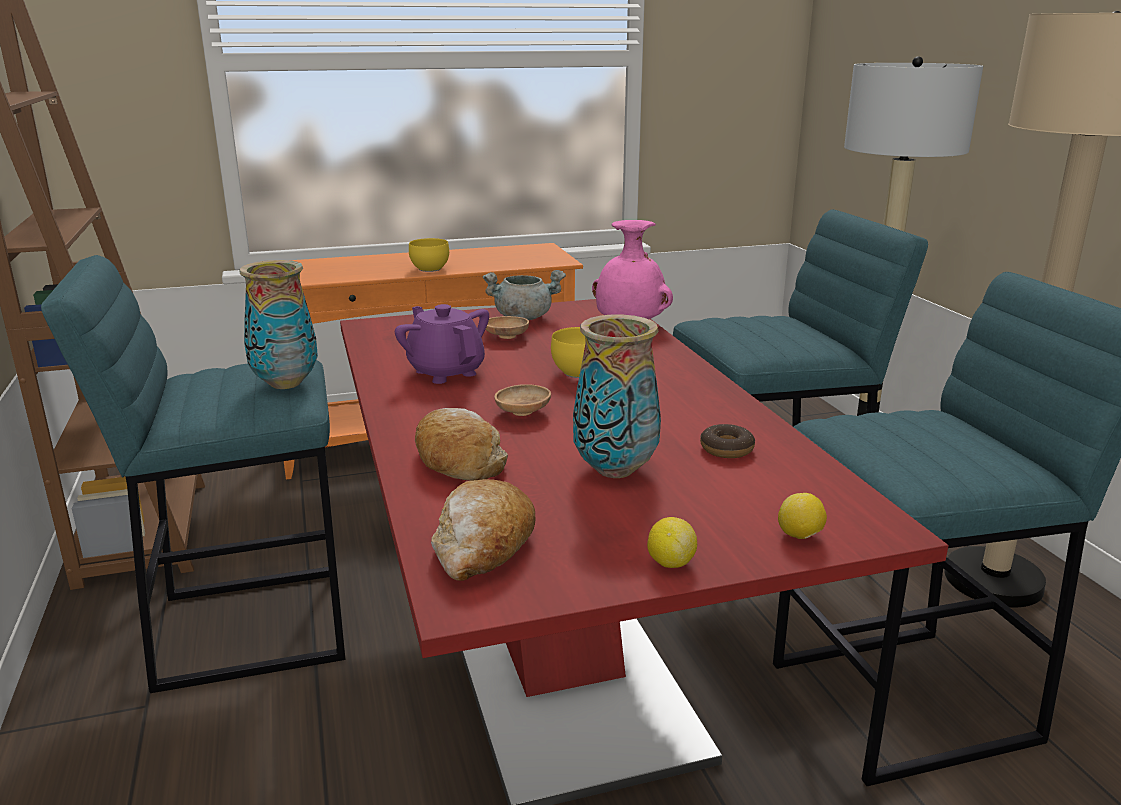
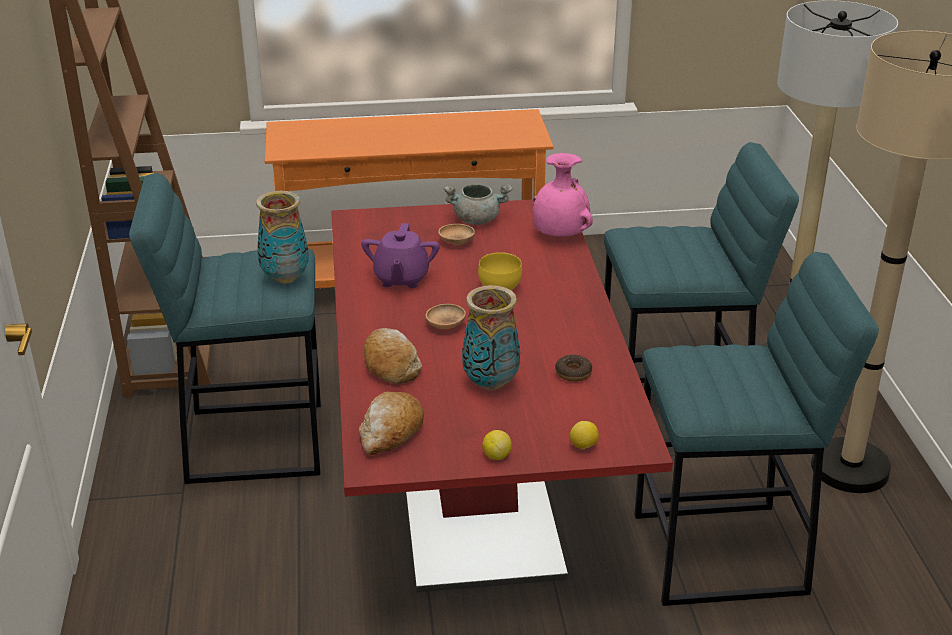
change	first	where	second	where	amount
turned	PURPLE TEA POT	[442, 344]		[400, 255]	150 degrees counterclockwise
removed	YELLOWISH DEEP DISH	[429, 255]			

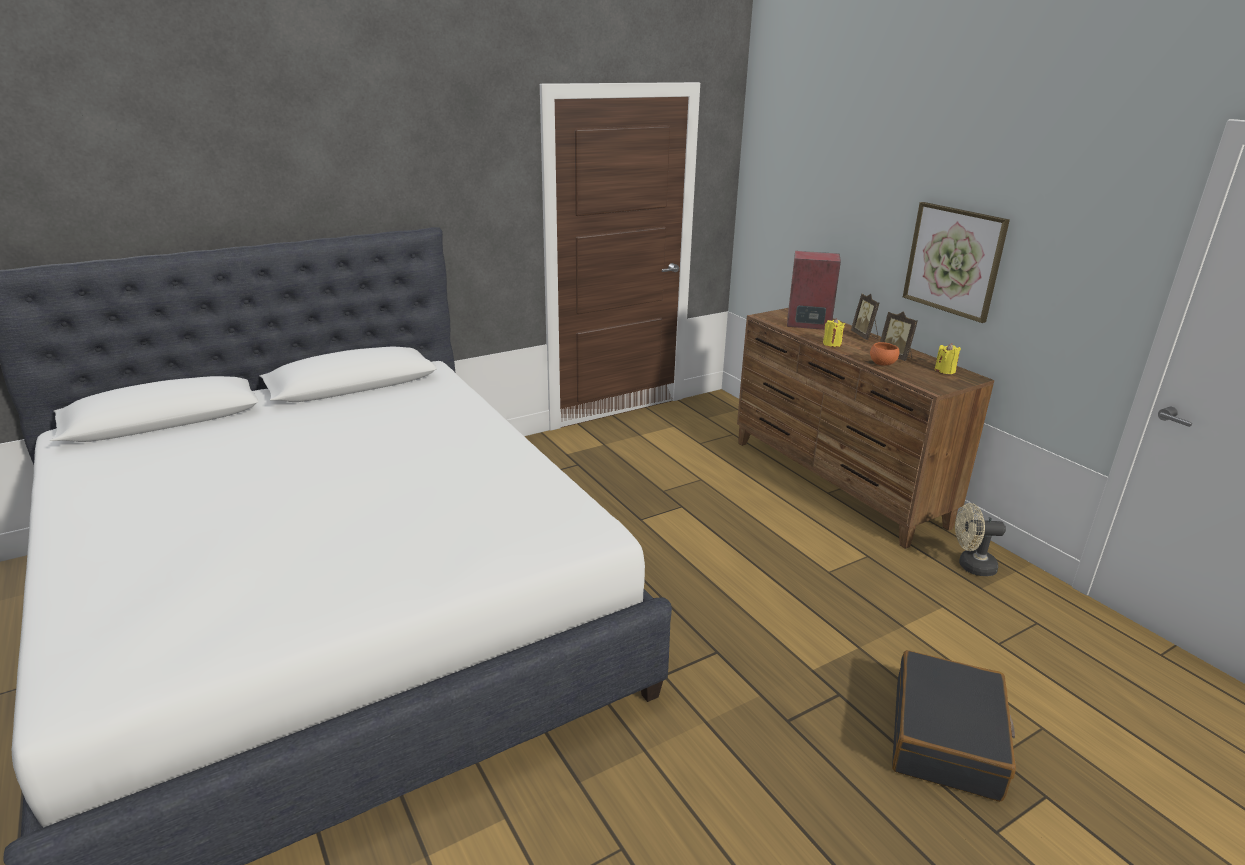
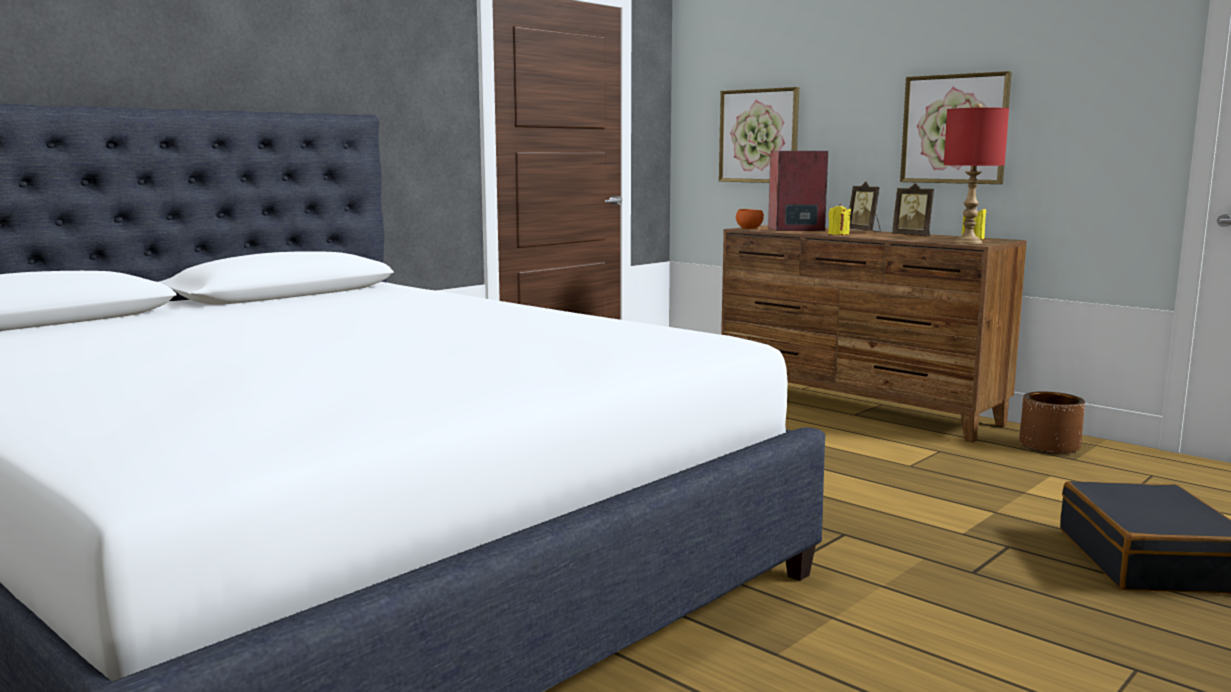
change	first	where	second	where	amount
moved	ORANGEY DEEP DISH	[885, 353]		[750, 219]	
replaced	BEIGE-COLOURED COOLING FAN	[980, 539]	BROWN PLANTER	[1052, 422]	
added			WALL PICTURE	[759, 135]	
added			RED LAMP FOR A TABLE	[976, 173]	

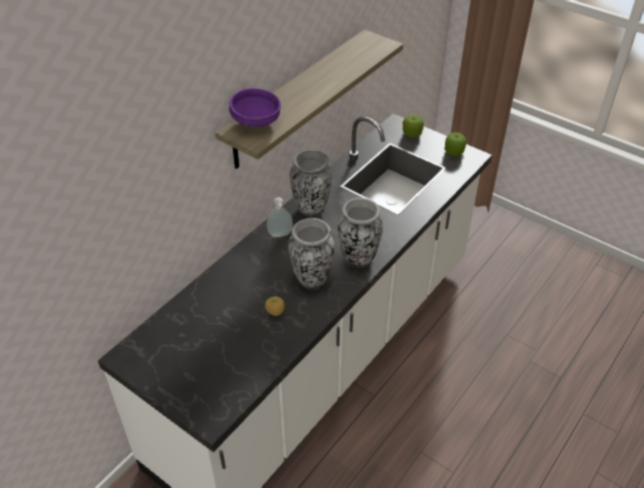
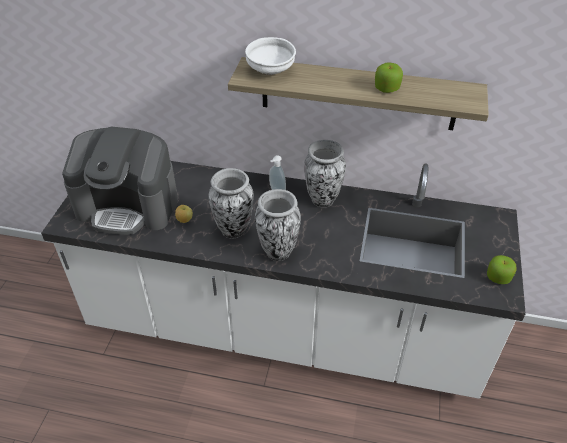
change	first	where	second	where	amount
recoloured	PURPLE DEEP DISH	[255, 108]	WHITE DEEP DISH	[270, 56]	
moved	APPLE	[413, 126]		[389, 77]	
added			COFFEE MACHINE	[120, 181]	

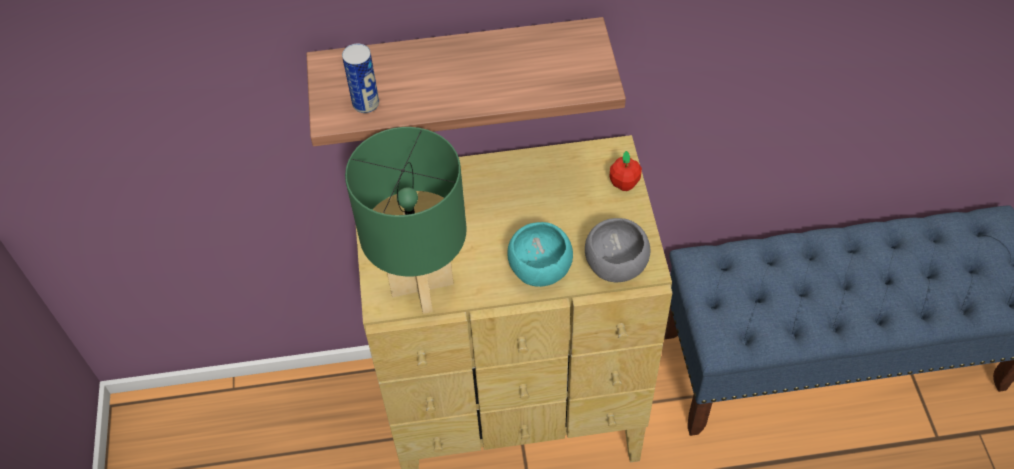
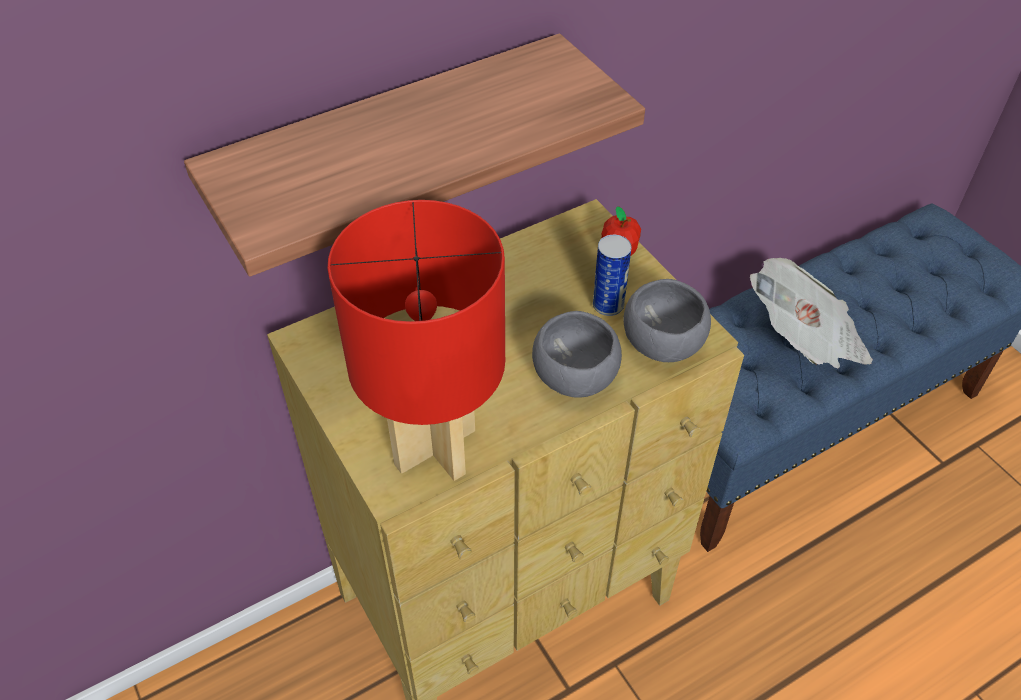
change	first	where	second	where	amount
moved	CAN	[360, 78]		[612, 275]	
recoloured	GREEN-COLOURED LAMP FOR A TABLE	[406, 220]	RED LAMP FOR A TABLE	[416, 340]	
recoloured	BLUE-GREEN DEEP DISH	[540, 254]	GREY DEEP DISH	[577, 354]	
added			NEWSPAPER	[811, 313]	

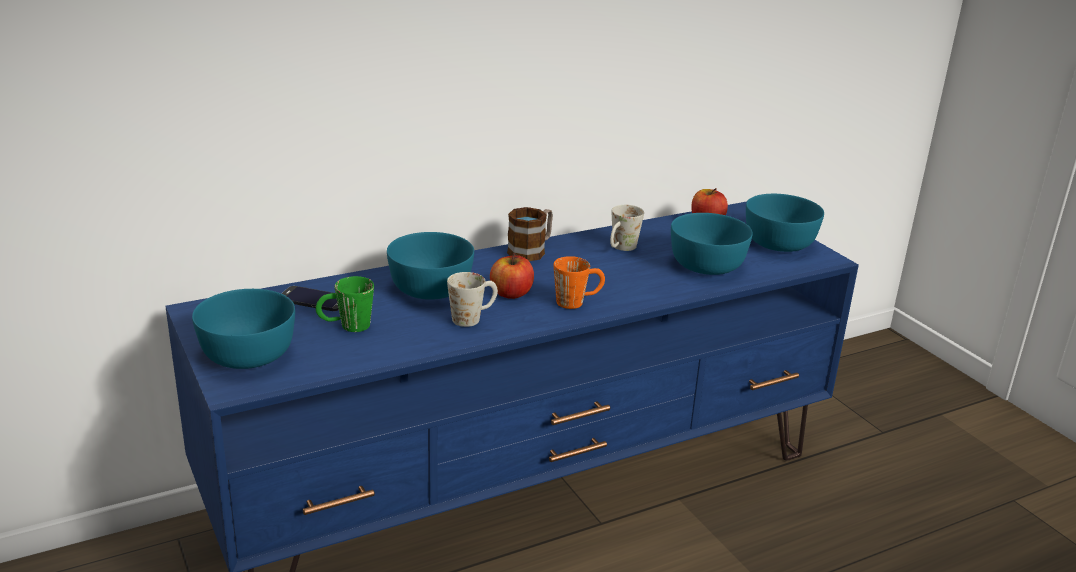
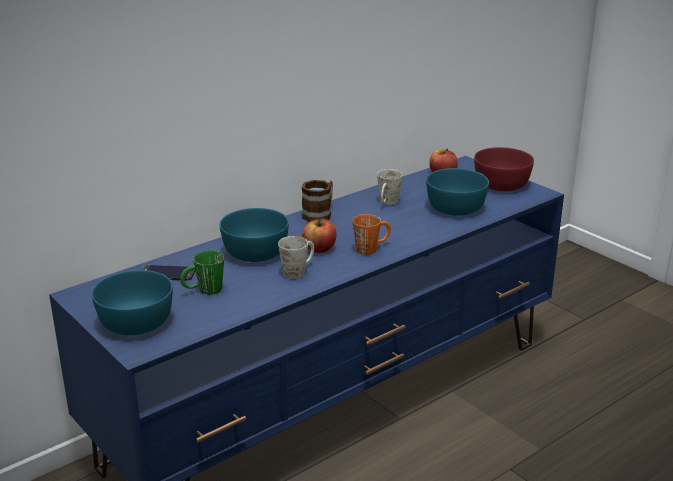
change	first	where	second	where	amount
recoloured	BLUE-GREEN DEEP DISH	[785, 223]	RED DEEP DISH	[504, 169]	

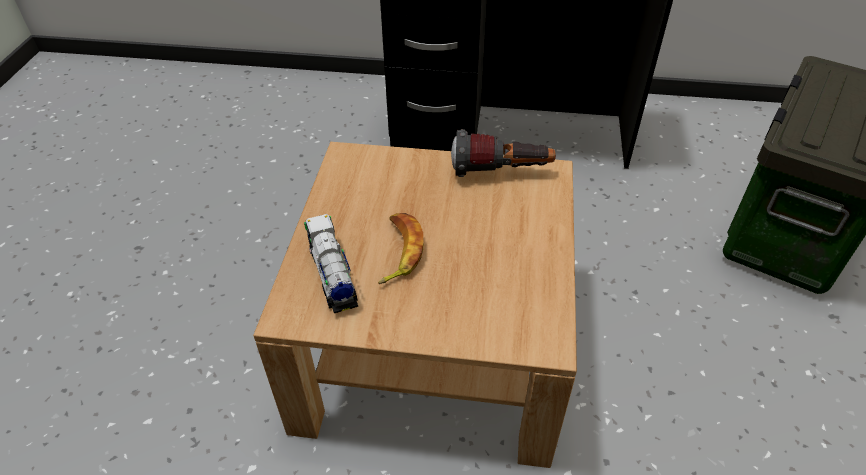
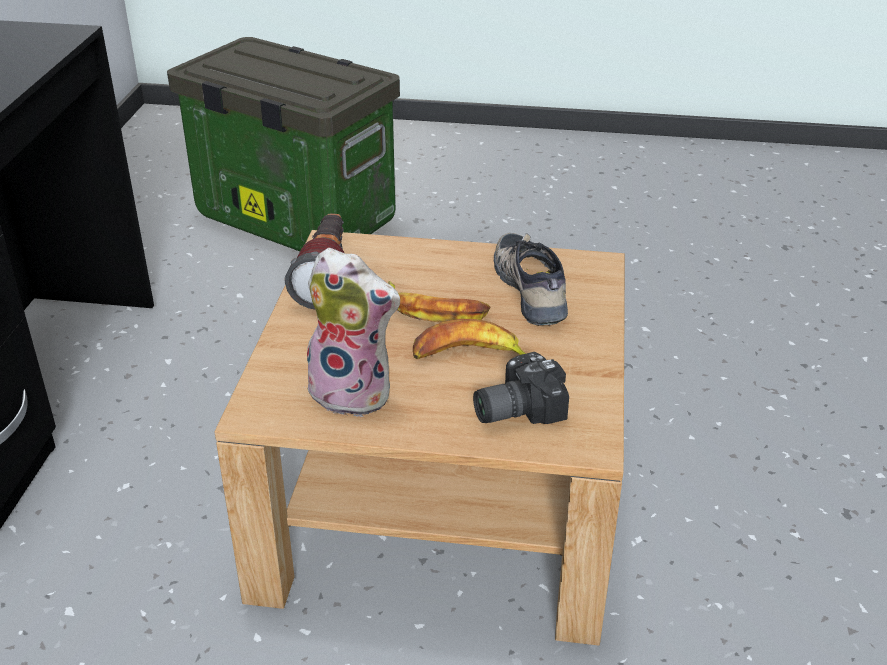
change	first	where	second	where	amount
replaced	MODEL TRUCK	[331, 263]	STILL CAMERA	[521, 388]	
added			PLUSH TOY	[352, 332]	
added			BANANA FRUIT	[439, 301]	
added			LOW SHOE	[531, 279]	

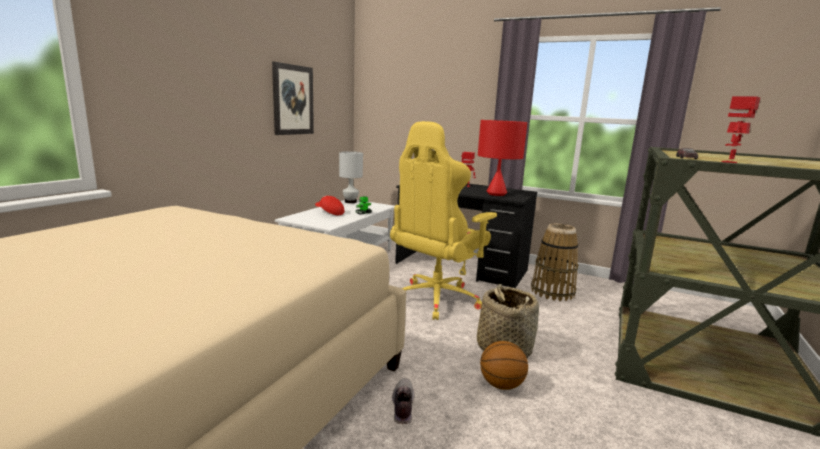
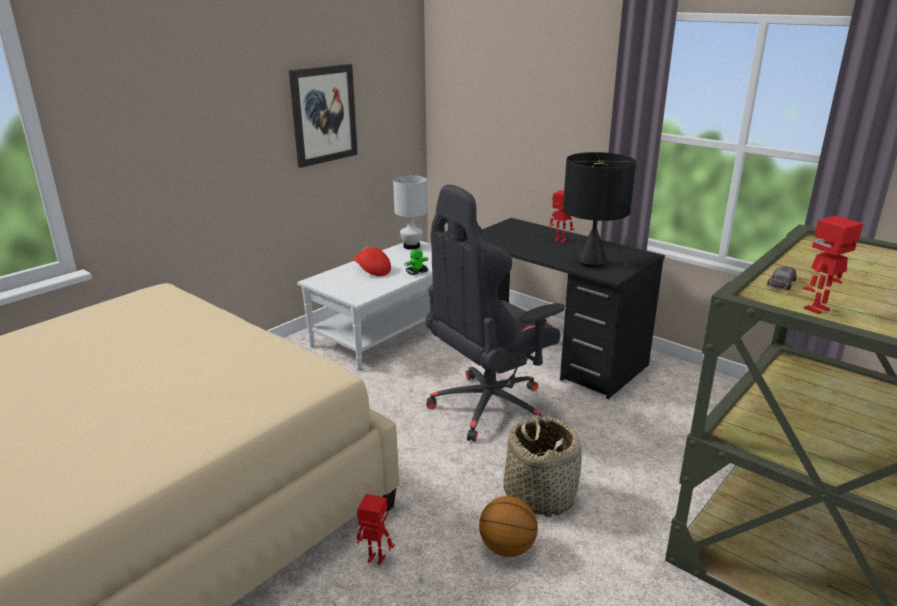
change	first	where	second	where	amount
recoloured	YELLOWISH DESK CHAIR	[443, 220]	BLACK-COLOURED DESK CHAIR	[495, 313]	
replaced	LOW SHOE	[403, 401]	MODEL ROBOT	[376, 529]	
recoloured	RED LAMP FOR A TABLE	[502, 158]	BLACK-COLOURED LAMP FOR A TABLE	[599, 209]	
removed	HOUSEHOLD BASKET	[554, 262]			

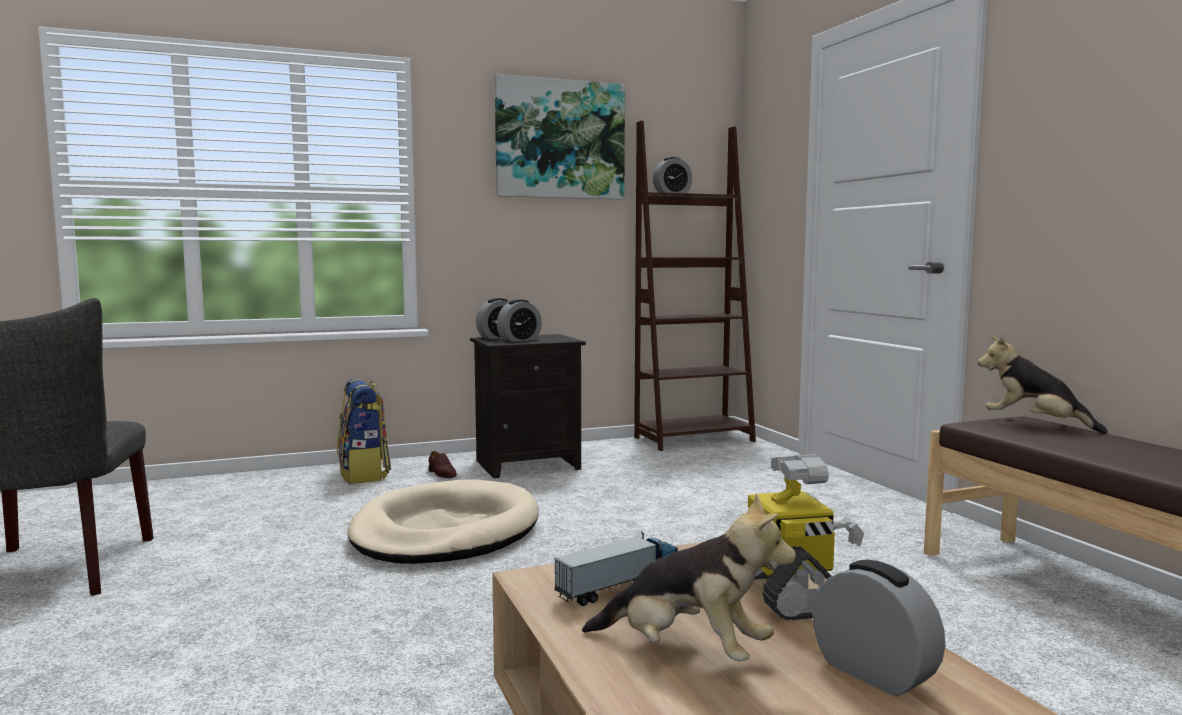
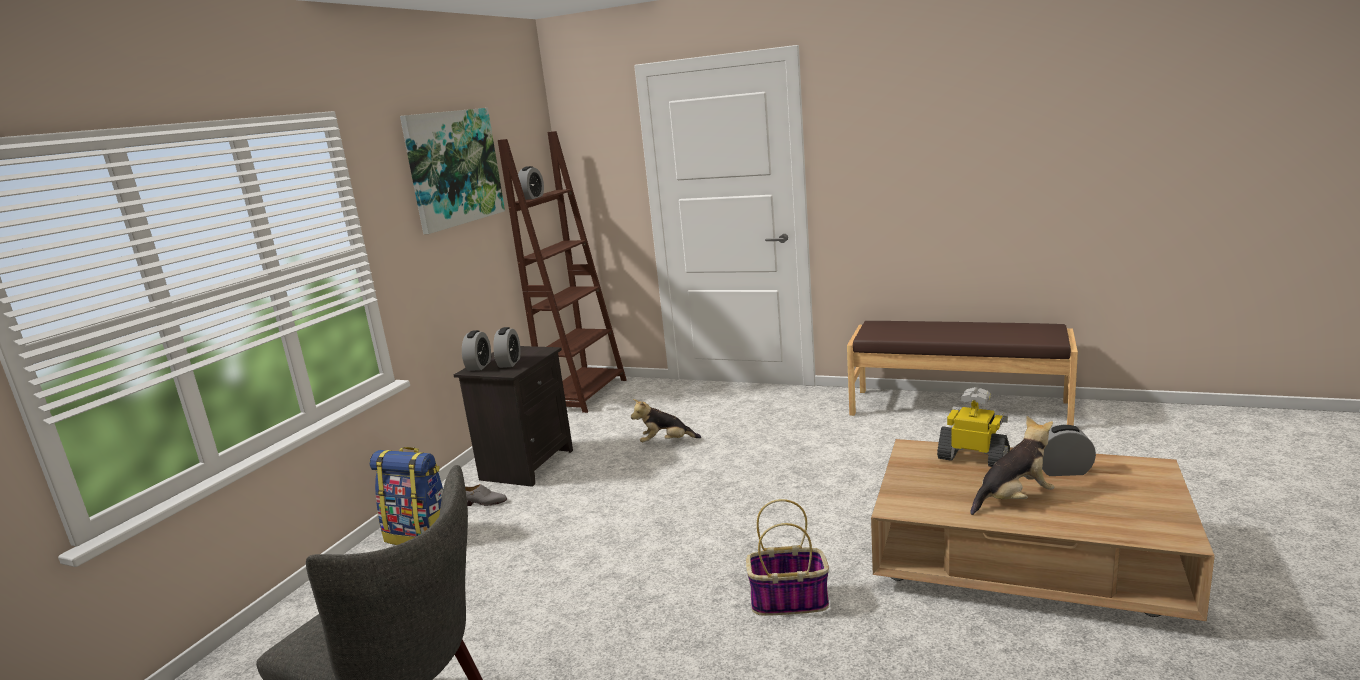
change	first	where	second	where	amount
removed	BEIGE-COLOURED DOG CUSHION	[443, 521]			
recoloured	BROWN LOW SHOE	[443, 464]	GREY LOW SHOE	[486, 495]	
removed	MODEL TRUCK	[616, 569]			
moved	PLUSH TOY	[1043, 385]		[666, 420]	
added			HOUSEHOLD BASKET	[787, 557]	

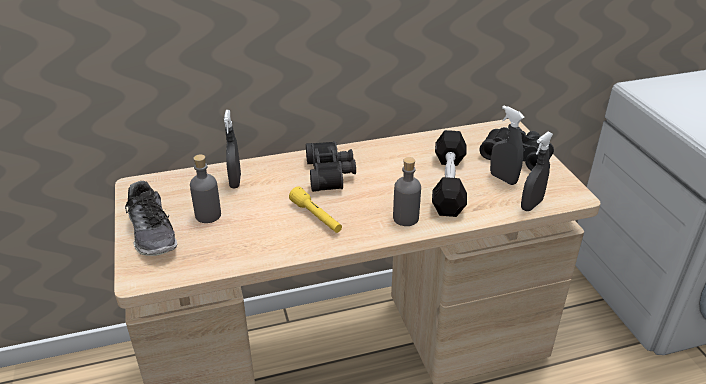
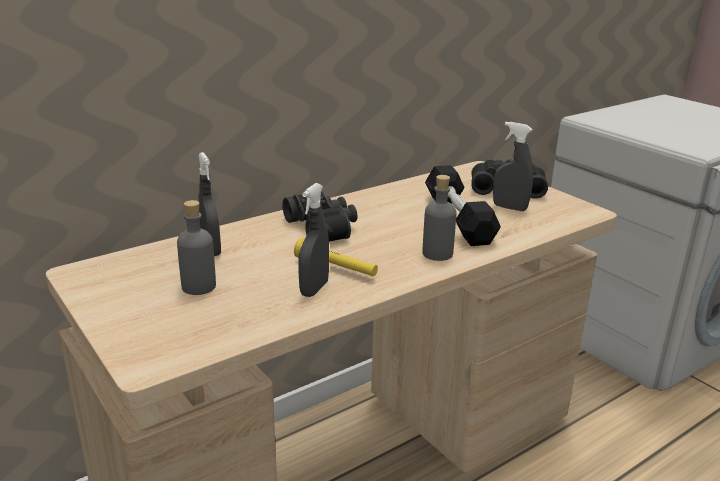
change	first	where	second	where	amount
removed	LOW SHOE	[151, 218]			
moved	GREY HAND SPRAYER	[537, 171]		[313, 240]	

